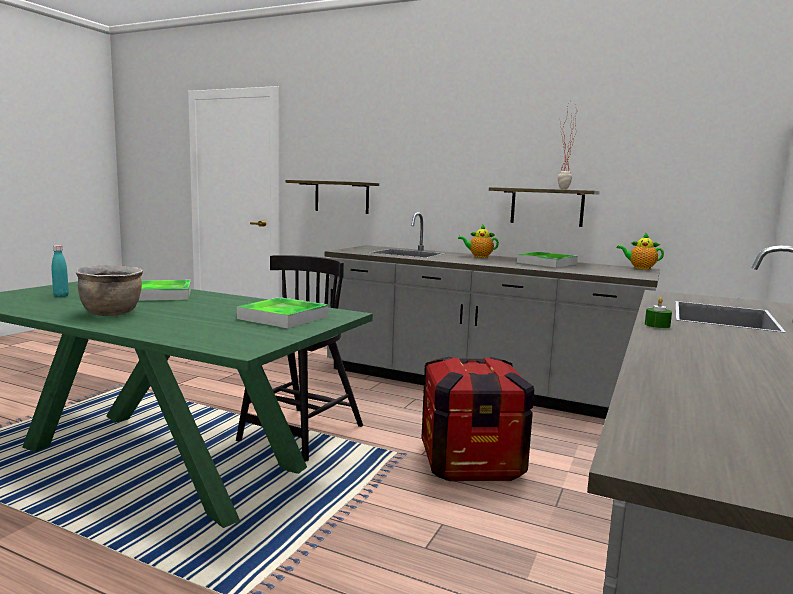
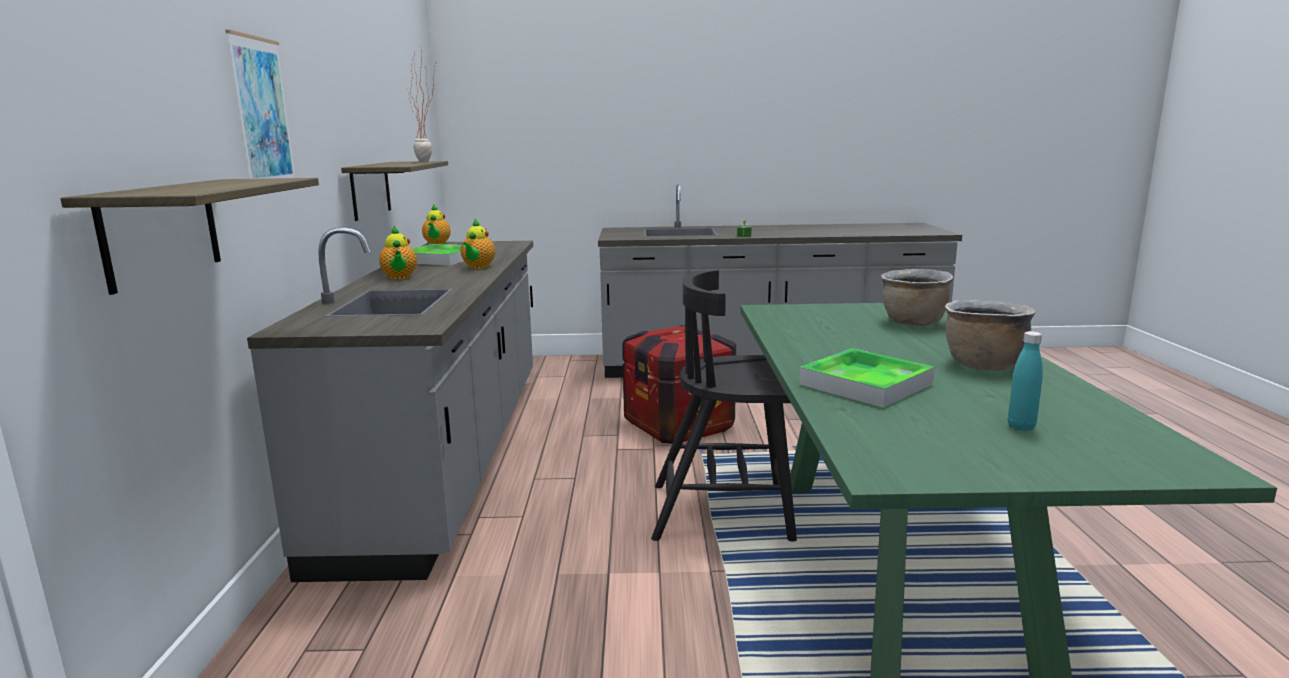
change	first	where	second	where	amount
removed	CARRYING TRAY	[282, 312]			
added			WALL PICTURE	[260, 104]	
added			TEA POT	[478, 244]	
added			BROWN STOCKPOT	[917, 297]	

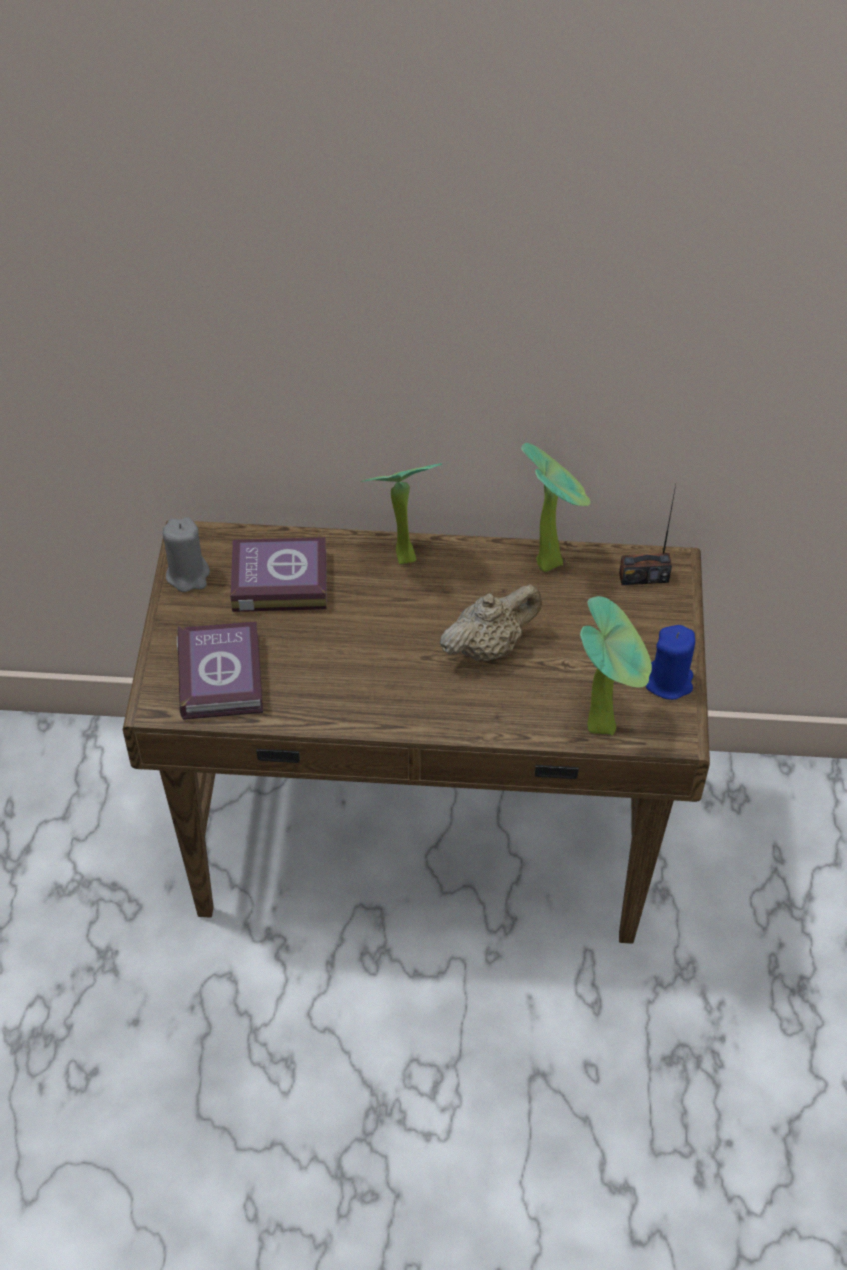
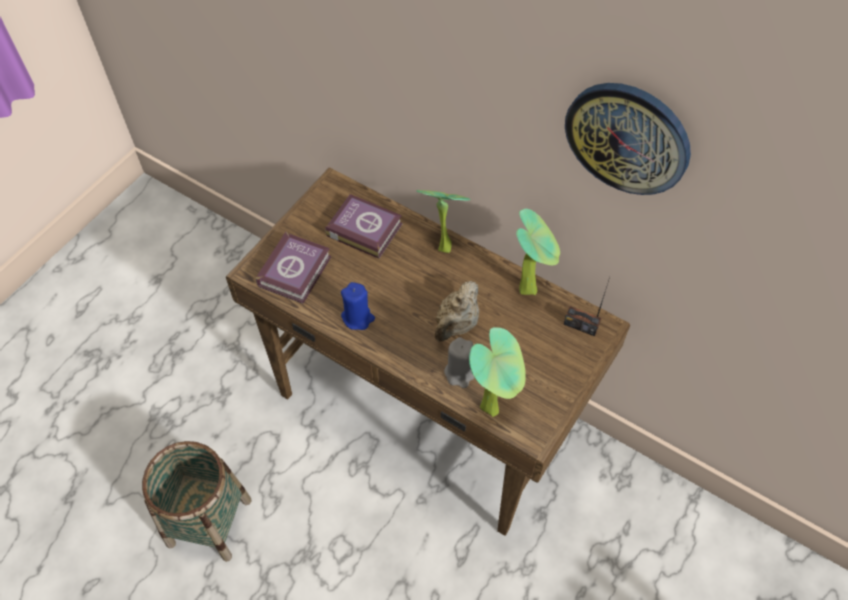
change	first	where	second	where	amount
moved	GREY WAX LIGHT	[186, 554]		[459, 362]	
turned	BEIGE-COLOURED TEA POT	[491, 623]		[456, 311]	120 degrees clockwise
moved	BLUE-COLOURED WAX LIGHT	[670, 662]		[358, 306]	
added			HOUSEHOLD BASKET	[197, 501]	
added			CLOCK ON THE WALL	[628, 139]	

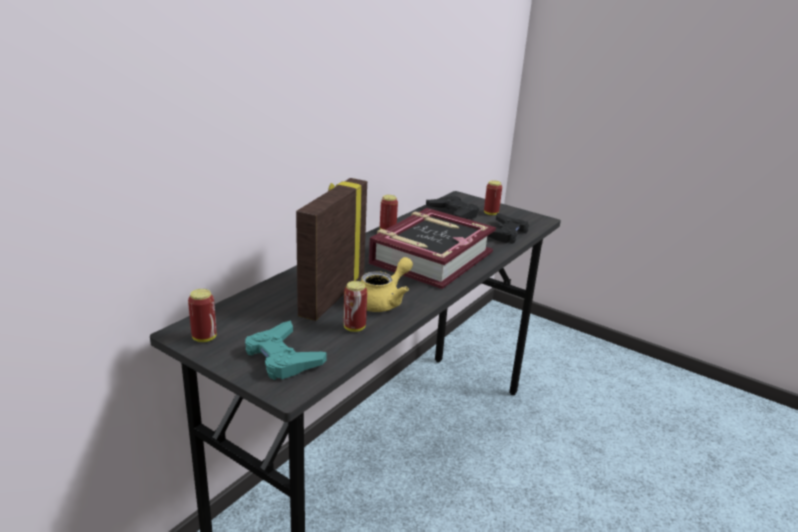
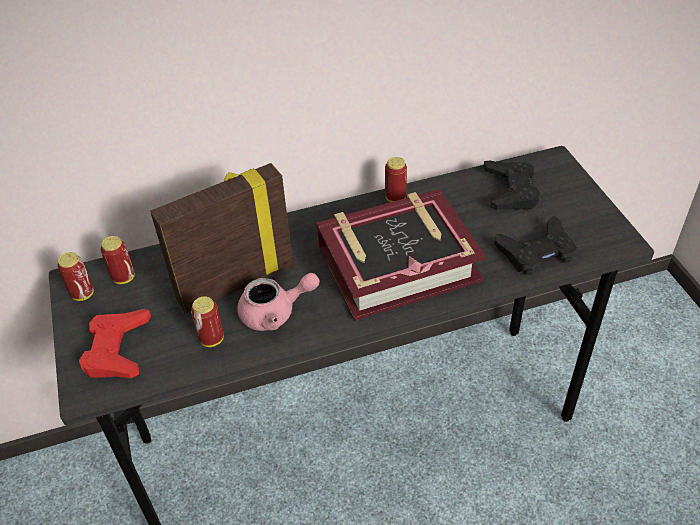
change	first	where	second	where	amount
recoloured	BLUE-GREEN JOYPAD	[286, 350]	RED JOYPAD	[115, 343]	
recoloured	YELLOWISH TEA POT	[387, 284]	PINKISH TEA POT	[278, 302]	
moved	CAN	[493, 198]		[118, 260]	

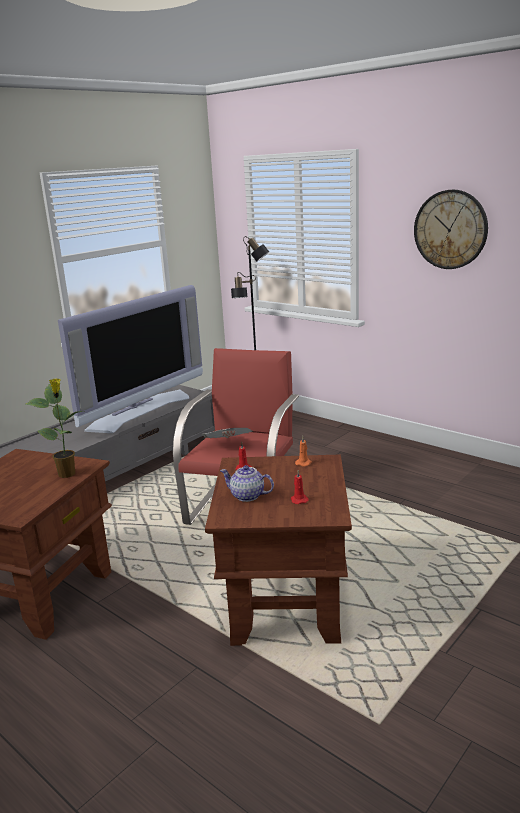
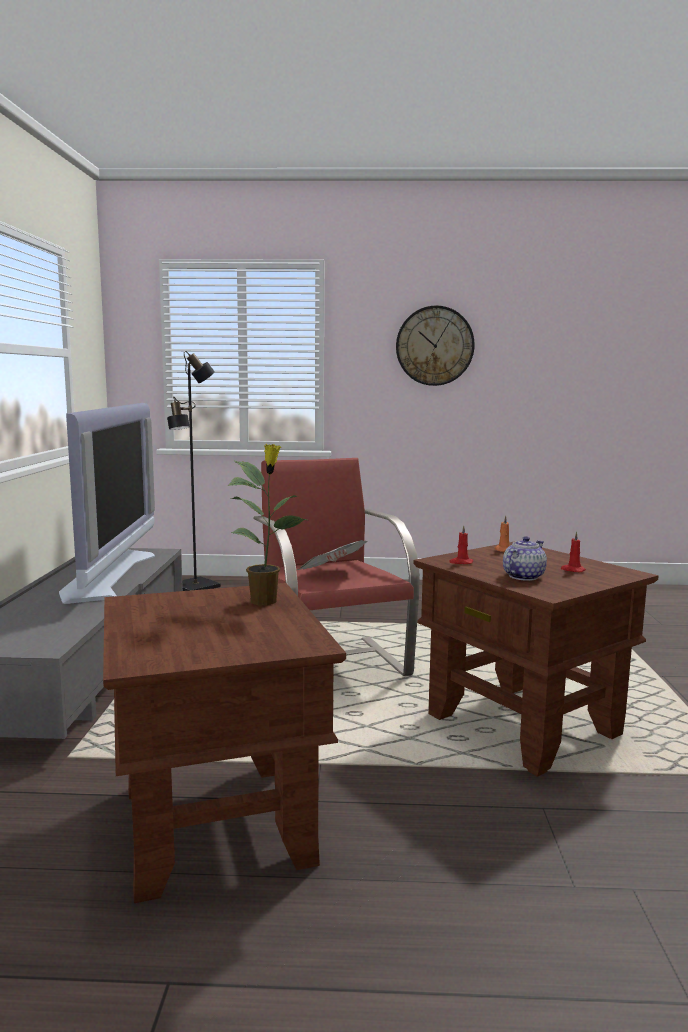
change	first	where	second	where	amount
turned	TEA POT	[247, 483]		[525, 558]	150 degrees clockwise

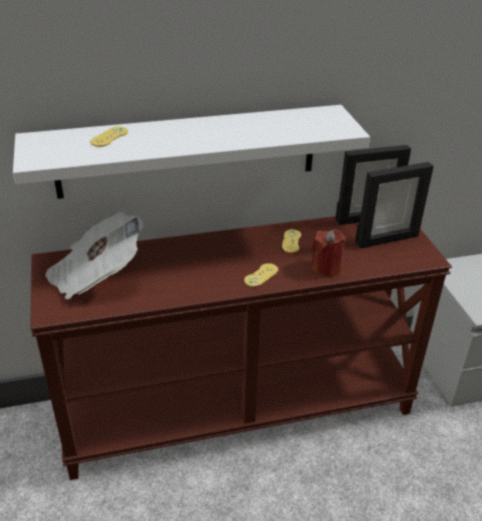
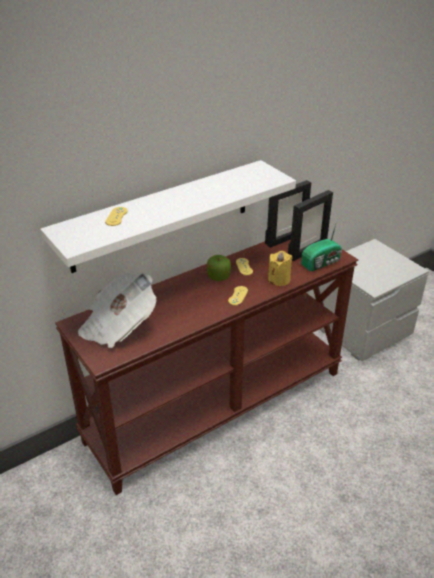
change	first	where	second	where	amount
recoloured	RED WAX LIGHT	[328, 253]	YELLOWISH WAX LIGHT	[280, 268]	
added			APPLE	[219, 268]	
added			RADIO RECEIVER	[321, 246]	

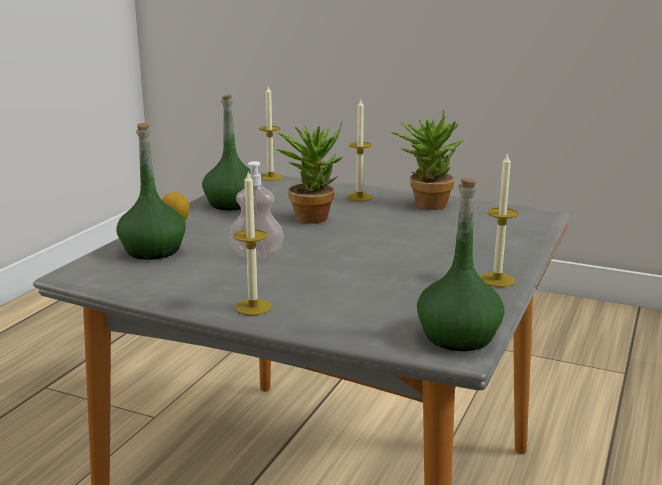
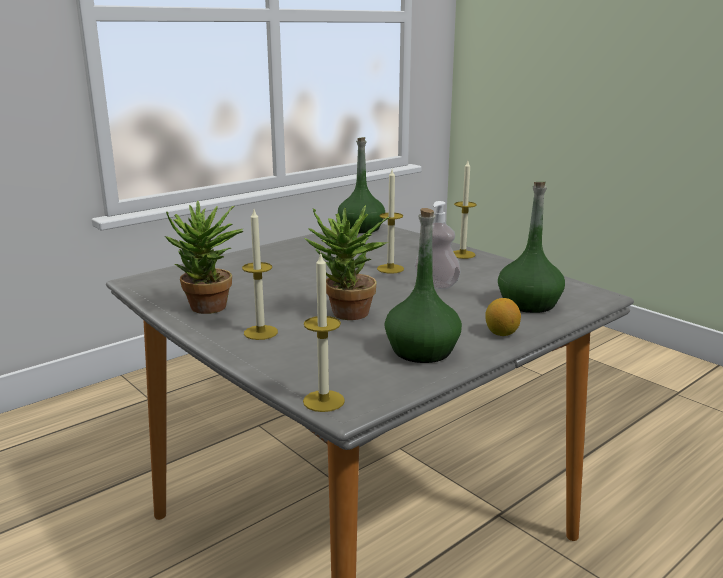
change	first	where	second	where	amount
moved	WAX LIGHT	[499, 219]		[390, 222]	

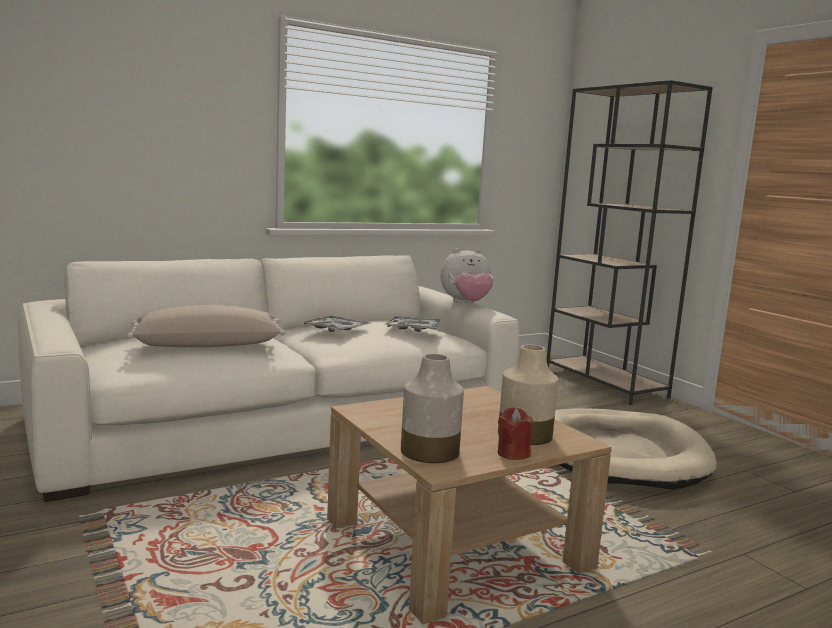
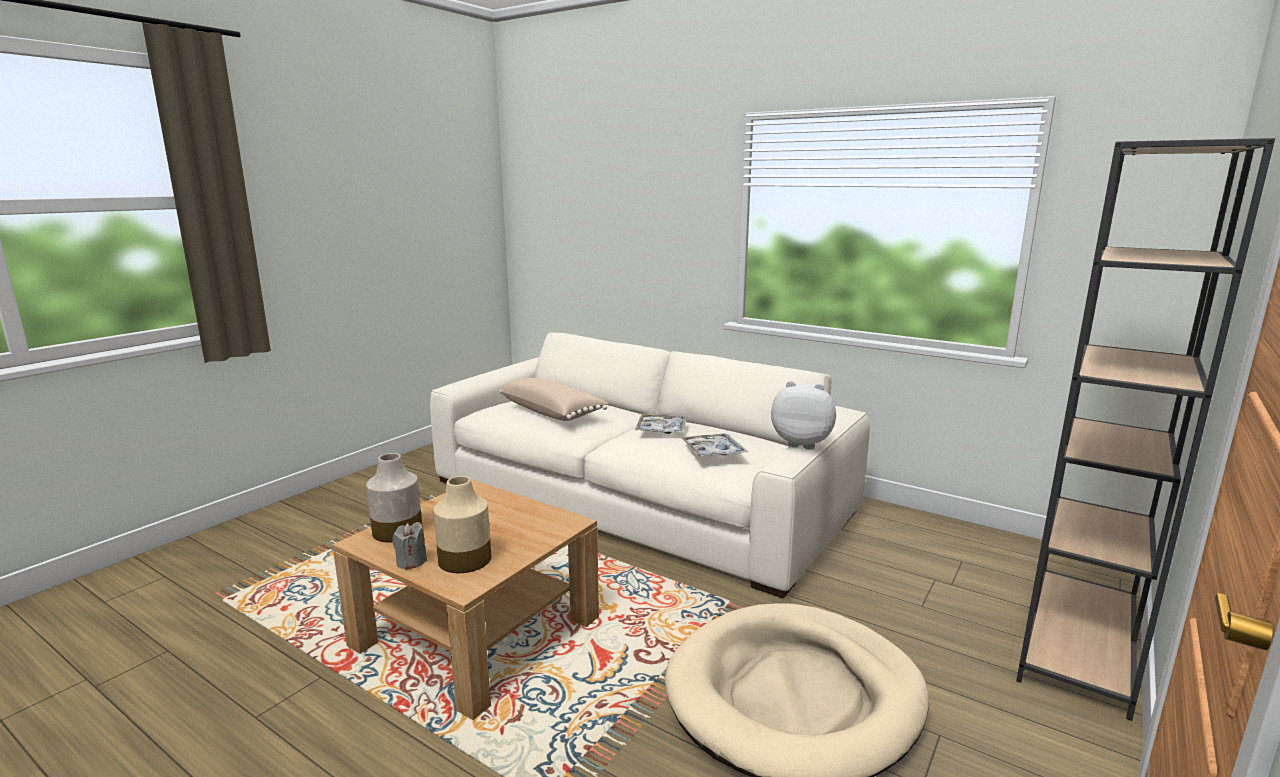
change	first	where	second	where	amount
turned	PLUSH TOY	[467, 275]		[803, 415]	150 degrees clockwise
recoloured	RED WAX LIGHT	[515, 433]	GREY WAX LIGHT	[409, 546]	

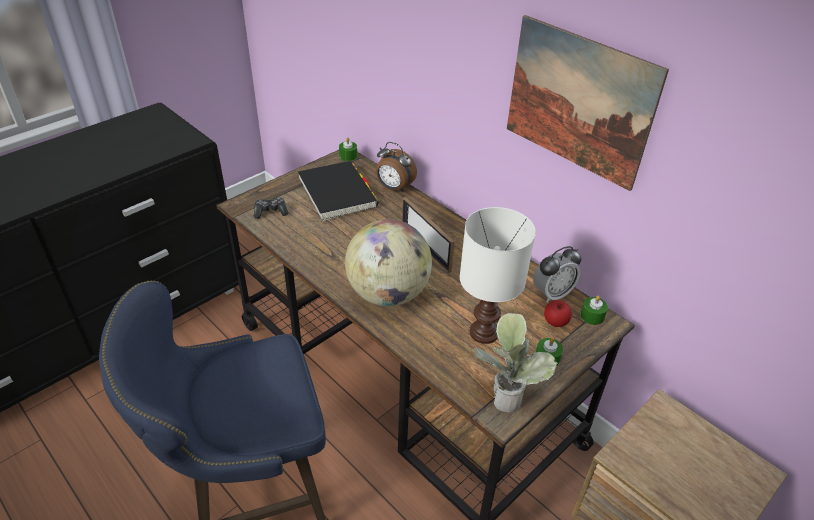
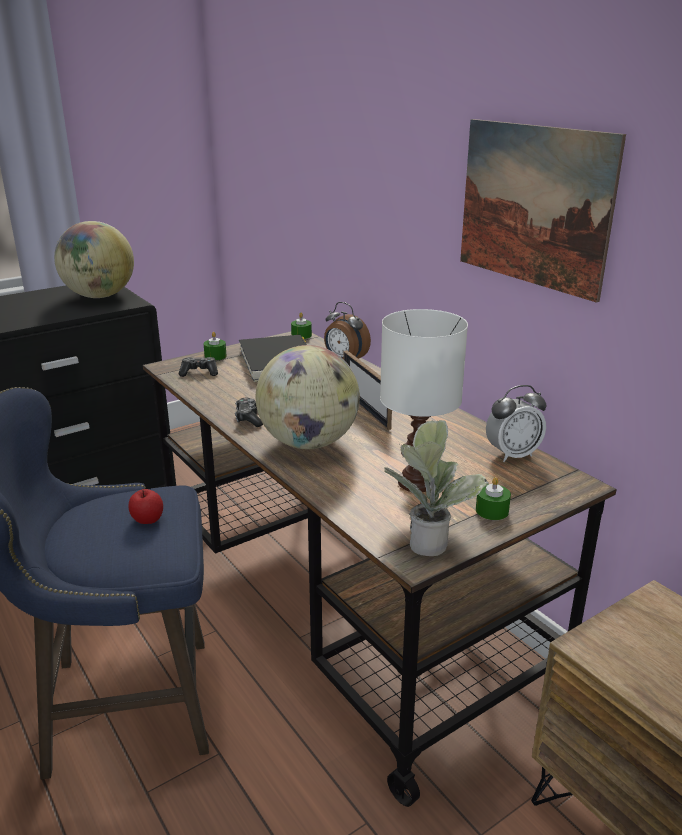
change	first	where	second	where	amount
moved	APPLE	[558, 313]		[145, 506]	
moved	GREEN-COLOURED WAX LIGHT	[594, 310]		[215, 346]	
added			DESK GLOBE	[94, 259]	
added			JOYPAD	[249, 412]	

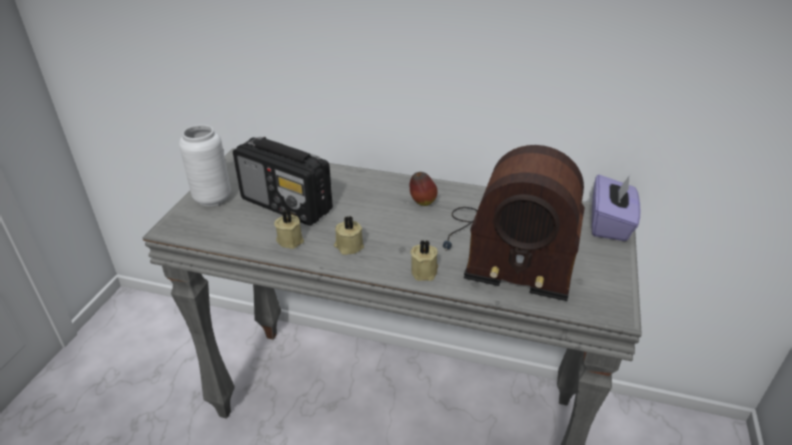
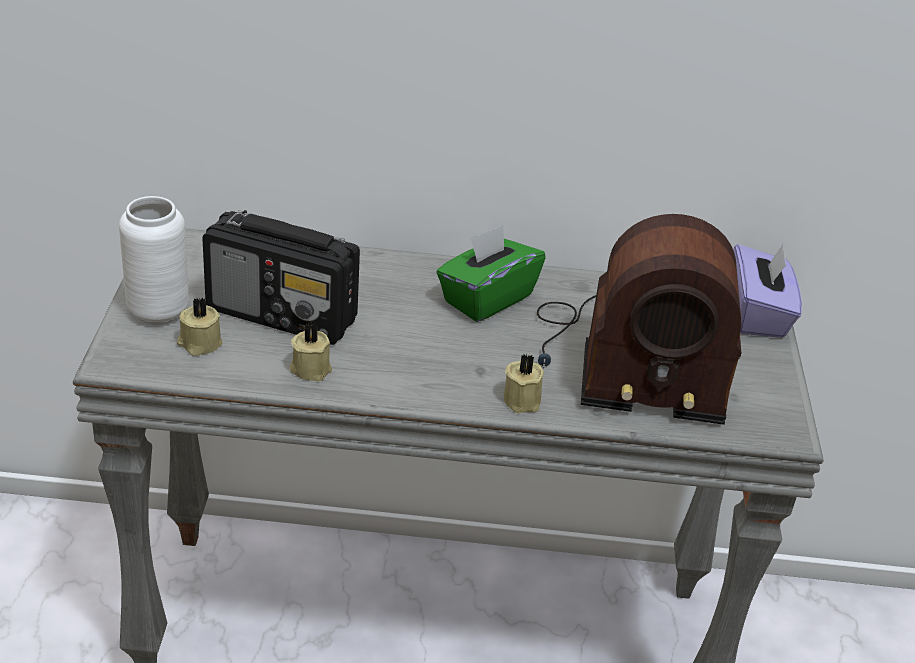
change	first	where	second	where	amount
moved	BEIGE-COLOURED WAX LIGHT	[349, 235]		[199, 327]	
replaced	APPLE	[423, 189]	GREEN-COLOURED TISSUE HOLDER	[491, 273]	

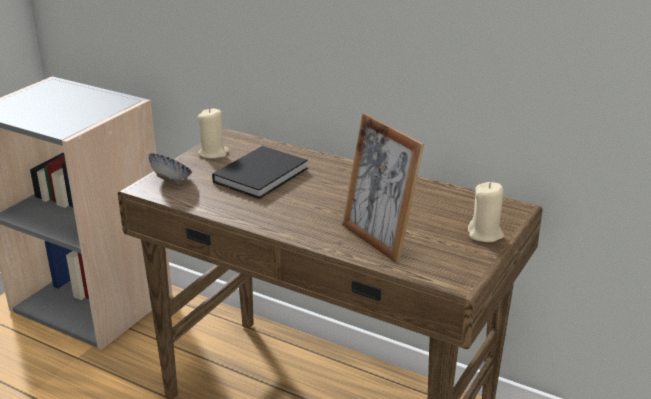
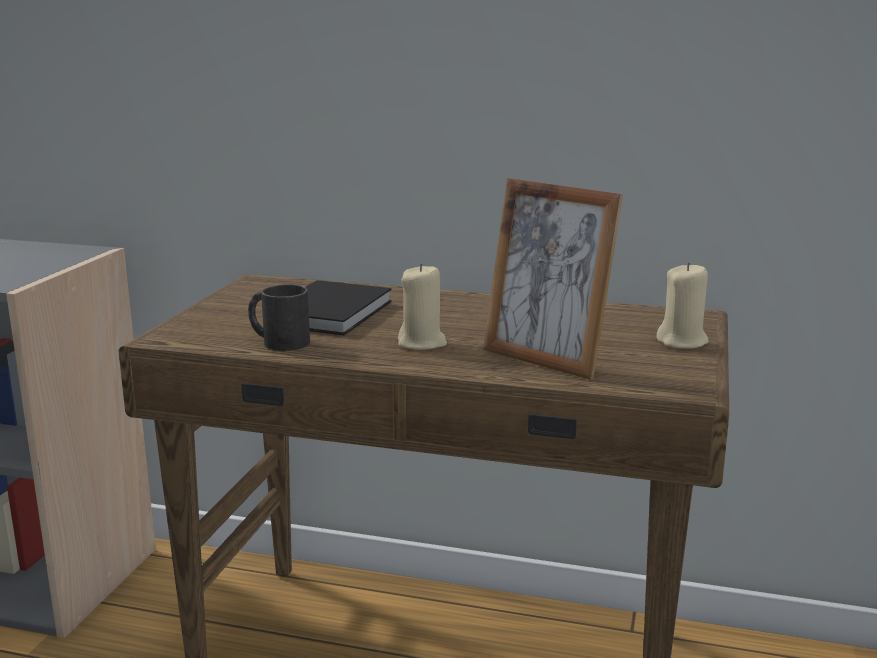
change	first	where	second	where	amount
removed	DEEP DISH	[170, 167]			
moved	BEIGE-COLOURED WAX LIGHT	[213, 133]		[422, 306]	
added			BLACK-COLOURED COFFEE MUG	[279, 317]	

